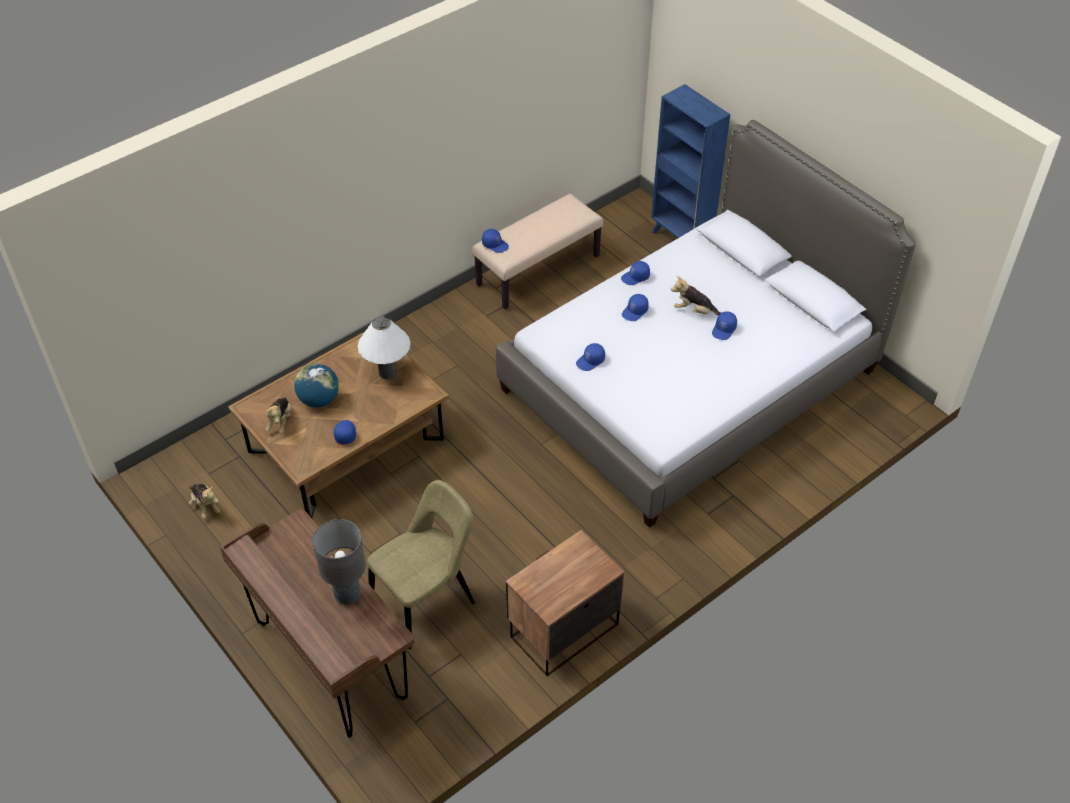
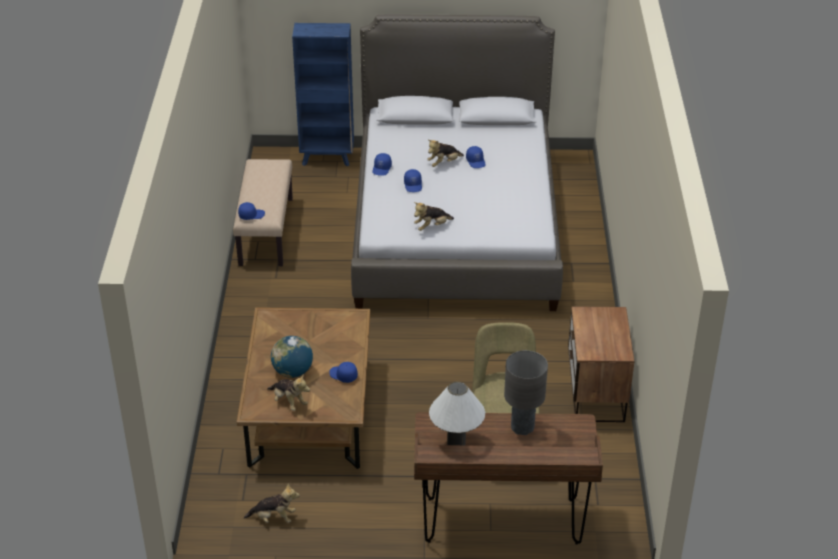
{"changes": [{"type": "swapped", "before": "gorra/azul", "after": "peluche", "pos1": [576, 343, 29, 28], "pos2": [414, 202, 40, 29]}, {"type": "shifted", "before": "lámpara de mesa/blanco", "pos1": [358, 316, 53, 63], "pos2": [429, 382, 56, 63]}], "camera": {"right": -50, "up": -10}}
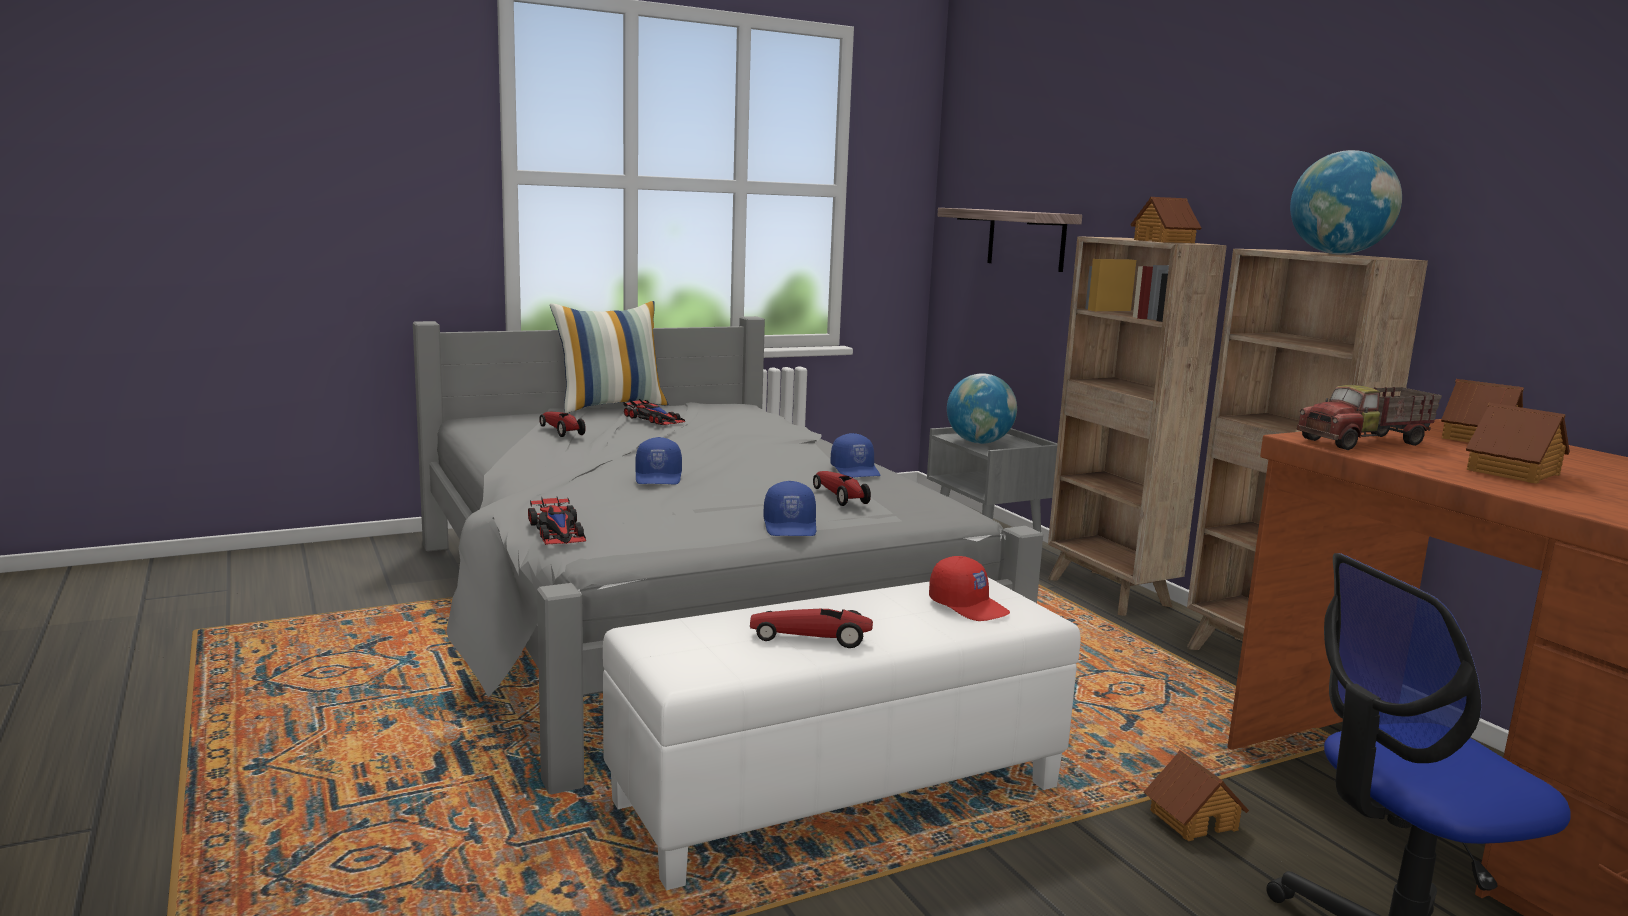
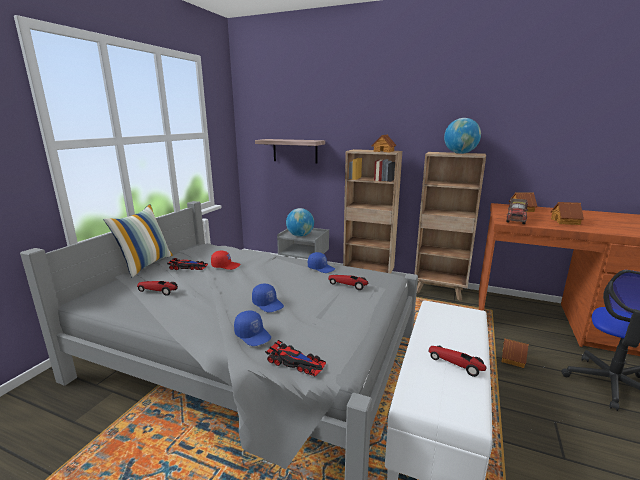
{"changes": [{"type": "shifted", "before": "gorra/rojo", "pos1": [929, 556, 81, 65], "pos2": [211, 250, 30, 20]}, {"type": "shifted", "before": "gorra/azul", "pos1": [764, 481, 52, 55], "pos2": [234, 311, 37, 35]}, {"type": "rotated", "before": "coche de juguete", "pos1": [750, 609, 123, 39], "pos2": [429, 346, 58, 31], "turn": 75}], "camera": {"right": -40, "up": 5}}
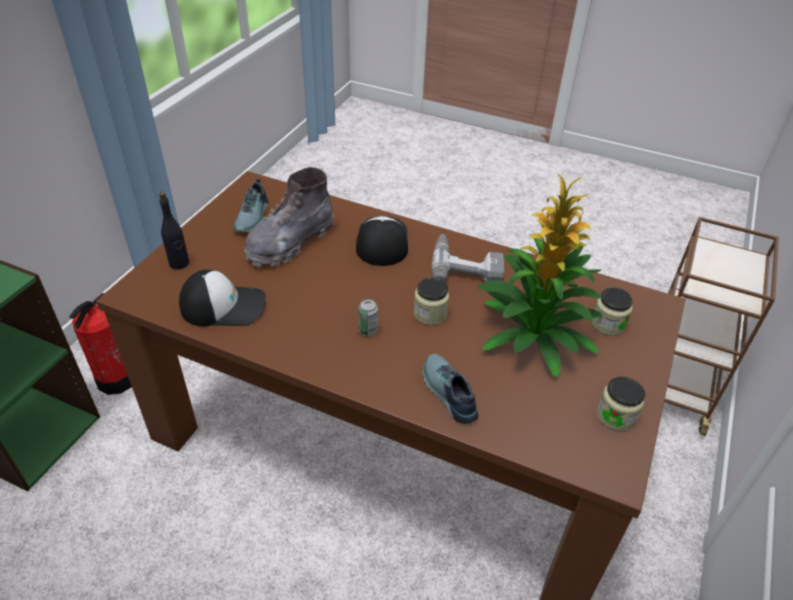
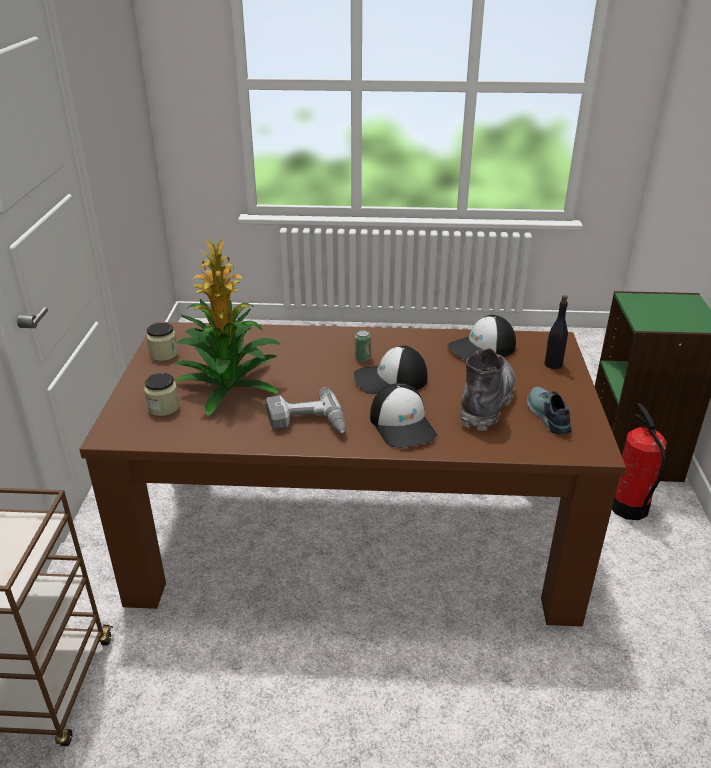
{"changes": [{"type": "new", "after": "gorra", "pos2": [354, 345, 73, 49]}, {"type": "gone", "before": "tarro", "pos1": [414, 277, 35, 48]}, {"type": "gone", "before": "zapato", "pos1": [423, 354, 55, 70]}], "camera": {"right": 160, "up": -10}}
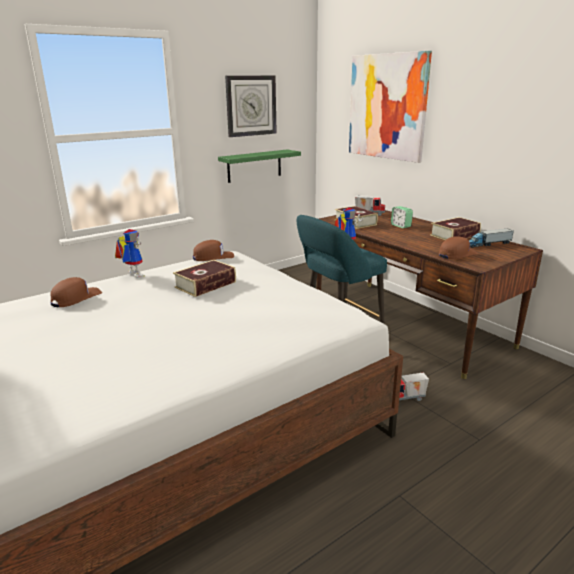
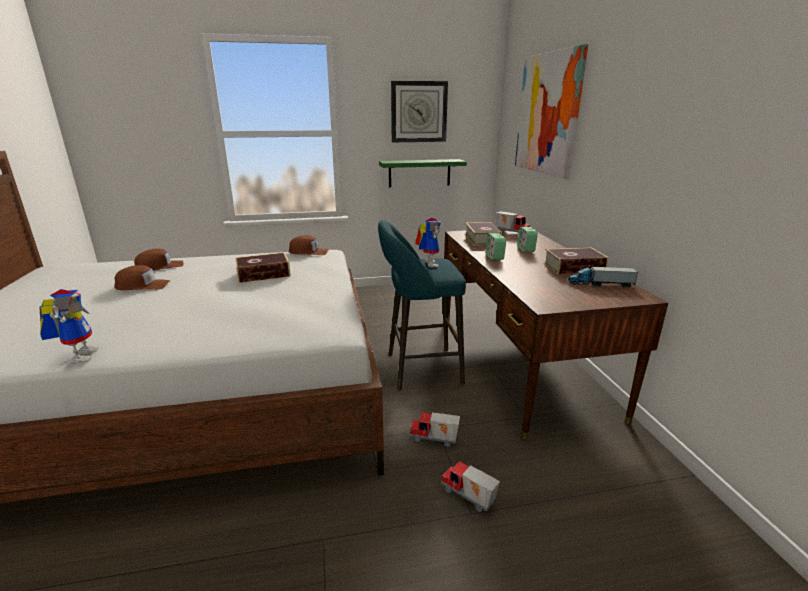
{"changes": [{"type": "shifted", "before": "robot de juguete", "pos1": [115, 229, 30, 49], "pos2": [39, 289, 60, 75]}, {"type": "shifted", "before": "gorra/marrón", "pos1": [439, 236, 39, 23], "pos2": [115, 265, 55, 25]}, {"type": "new", "after": "camión de juguete", "pos2": [441, 461, 59, 51]}, {"type": "new", "after": "despertador", "pos2": [485, 233, 21, 27]}], "camera": {"right": 25, "up": 0}}
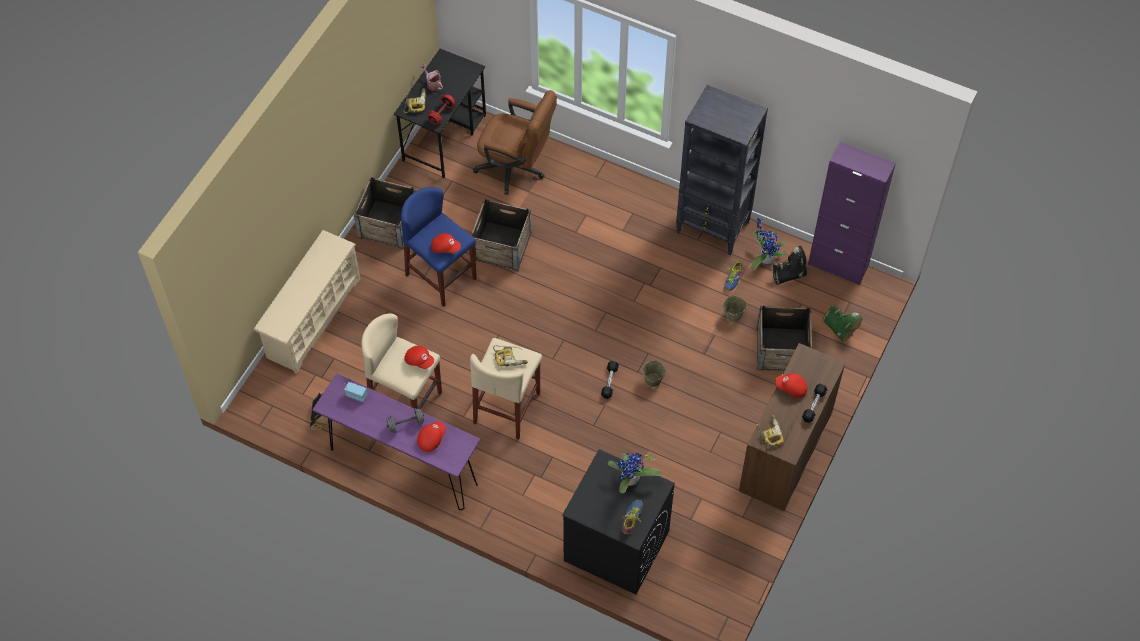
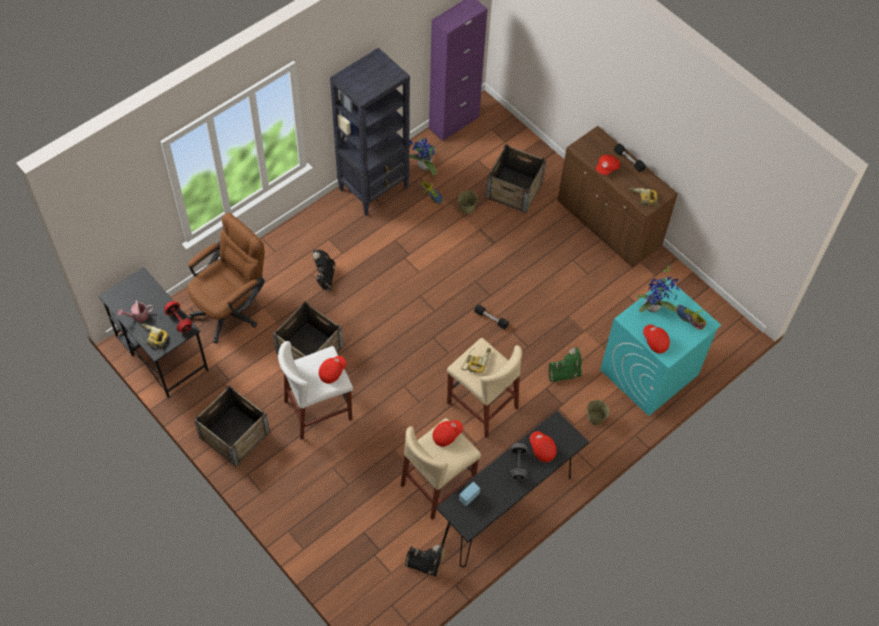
{"changes": [{"type": "repainted", "before": "taburete/azul", "after": "taburete/blanco", "pos1": [401, 187, 76, 120], "pos2": [278, 341, 75, 99]}, {"type": "shifted", "before": "bota/negro", "pos1": [773, 246, 34, 39], "pos2": [312, 249, 23, 42]}, {"type": "repainted", "before": "mesa consola/morado", "after": "mesa consola/negro", "pos1": [312, 373, 169, 137], "pos2": [436, 411, 153, 156]}, {"type": "shifted", "before": "bota/verde", "pos1": [823, 305, 39, 36], "pos2": [548, 347, 34, 36]}, {"type": "shifted", "before": "cubo/beis", "pos1": [643, 360, 22, 27], "pos2": [587, 400, 22, 25]}, {"type": "repainted", "before": "lavadora/negro", "after": "lavadora/turquesa", "pos1": [562, 449, 113, 146], "pos2": [600, 277, 121, 139]}, {"type": "new", "after": "gorra/rojo", "pos2": [643, 325, 27, 29]}, {"type": "gone", "before": "zapatero/beis", "pos1": [254, 230, 106, 144]}], "camera": {"right": -70, "up": 0}}
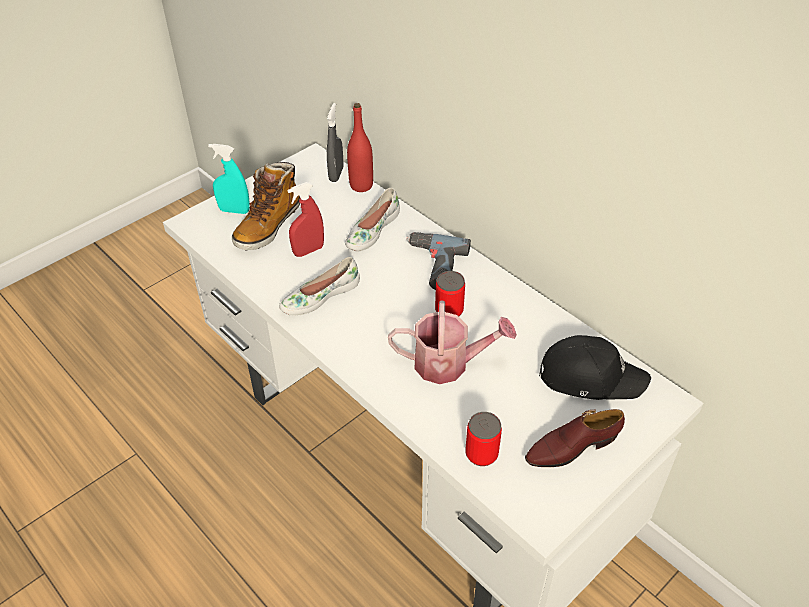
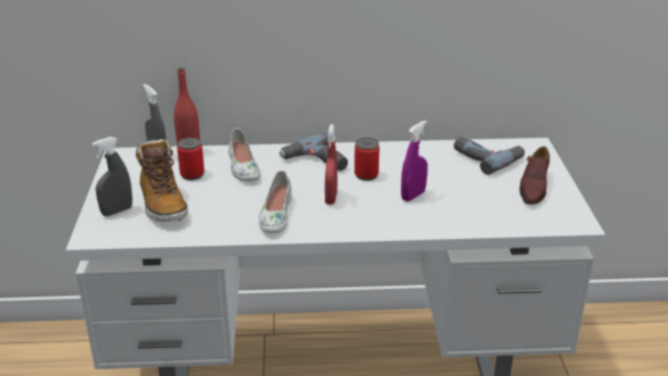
{"changes": [{"type": "repainted", "before": "pulverizador/turquesa", "after": "pulverizador/gris", "pos1": [208, 144, 42, 70], "pos2": [92, 137, 40, 79]}, {"type": "shifted", "before": "lata", "pos1": [465, 412, 37, 54], "pos2": [177, 137, 27, 43]}, {"type": "shifted", "before": "pulverizador/rojo", "pos1": [287, 182, 37, 75], "pos2": [325, 124, 12, 81]}, {"type": "swapped", "before": "regadera", "after": "pulverizador/morado", "pos1": [388, 301, 129, 83], "pos2": [401, 120, 27, 82]}, {"type": "swapped", "before": "gorra/negro", "after": "taladro", "pos1": [539, 335, 112, 65], "pos2": [454, 137, 71, 38]}], "camera": {"right": -50, "up": -15}}
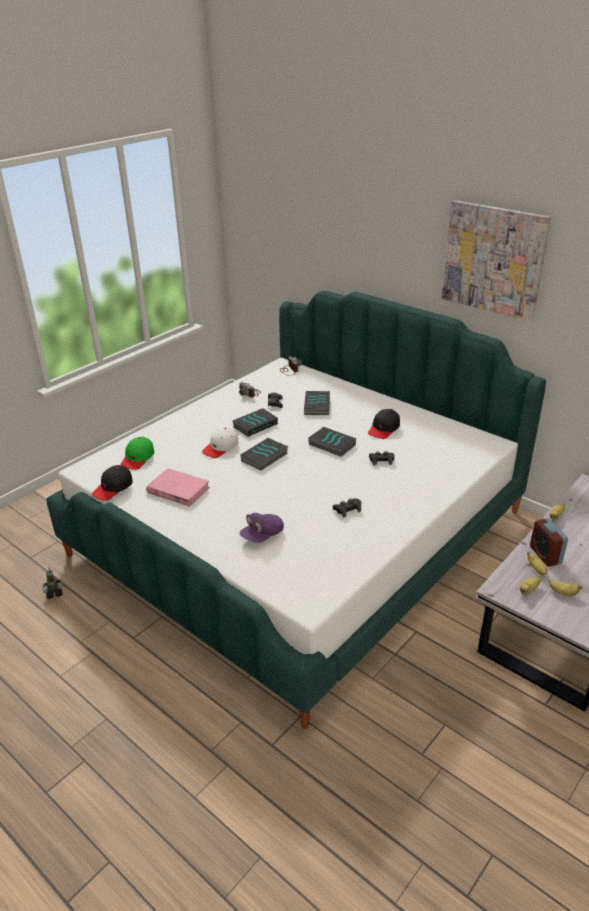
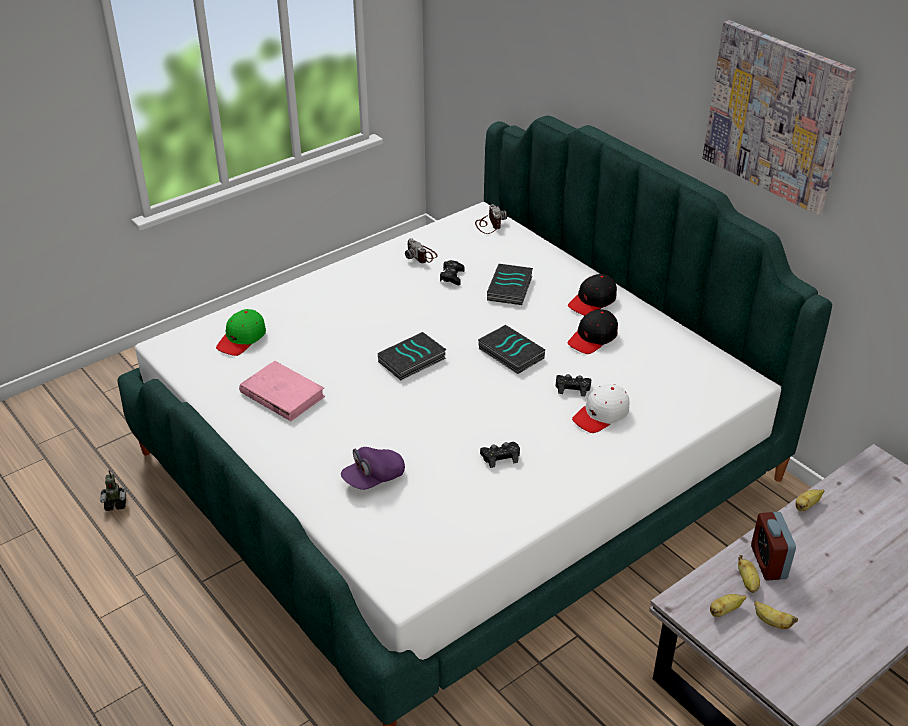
{"changes": [{"type": "shifted", "before": "gorra/negro", "pos1": [92, 465, 41, 36], "pos2": [568, 274, 49, 42]}, {"type": "shifted", "before": "gorra/blanco", "pos1": [202, 427, 37, 31], "pos2": [572, 384, 57, 49]}, {"type": "gone", "before": "libro", "pos1": [232, 408, 46, 29]}], "camera": {"right": 10, "up": 5}}
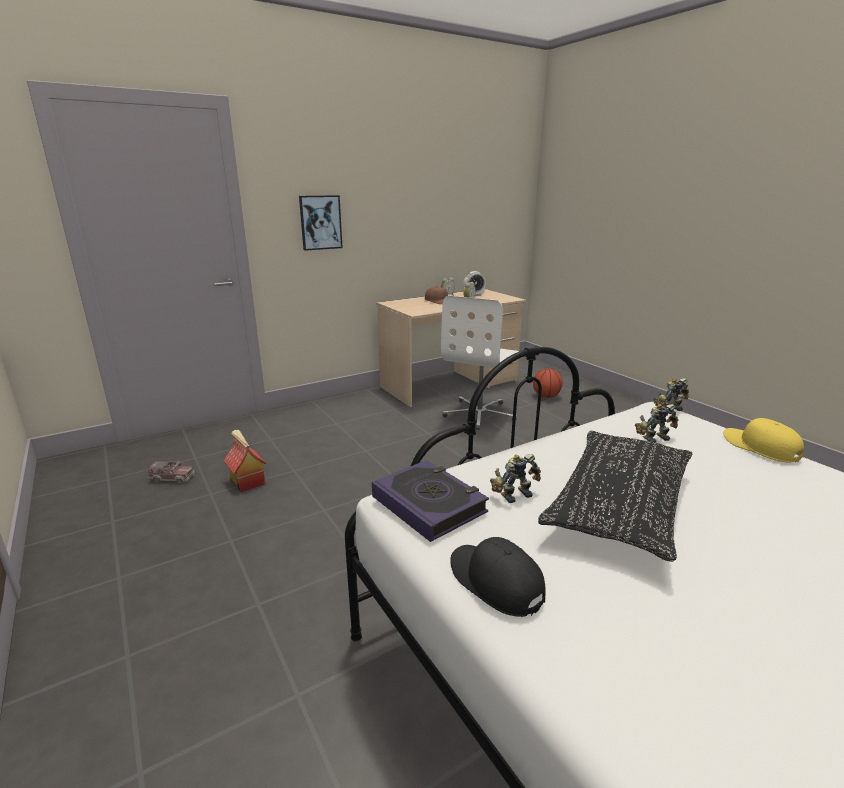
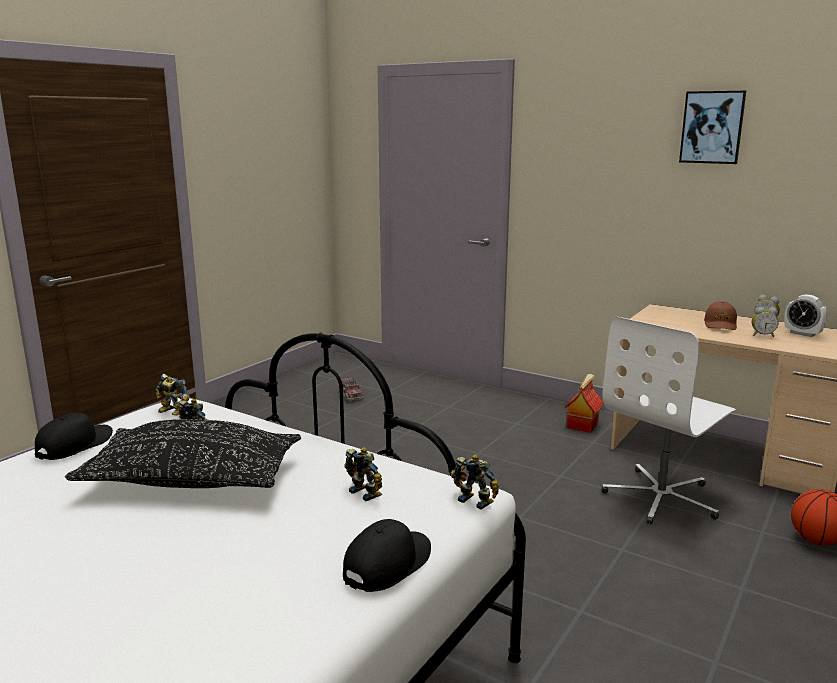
{"changes": [{"type": "swapped", "before": "libro", "after": "robot de juguete", "pos1": [372, 460, 117, 82], "pos2": [155, 374, 35, 42]}, {"type": "repainted", "before": "gorra/amarillo", "after": "gorra/negro", "pos1": [723, 418, 81, 45], "pos2": [343, 519, 88, 73]}, {"type": "shifted", "before": "casita", "pos1": [224, 430, 43, 62], "pos2": [564, 374, 40, 59]}, {"type": "rotated", "before": "silla de oficina/blanco", "pos1": [441, 295, 78, 135], "pos2": [602, 317, 134, 207], "turn": -45}, {"type": "shifted", "before": "cuadro", "pos1": [299, 195, 44, 56], "pos2": [679, 90, 67, 74]}], "camera": {"right": 65, "up": -5}}
